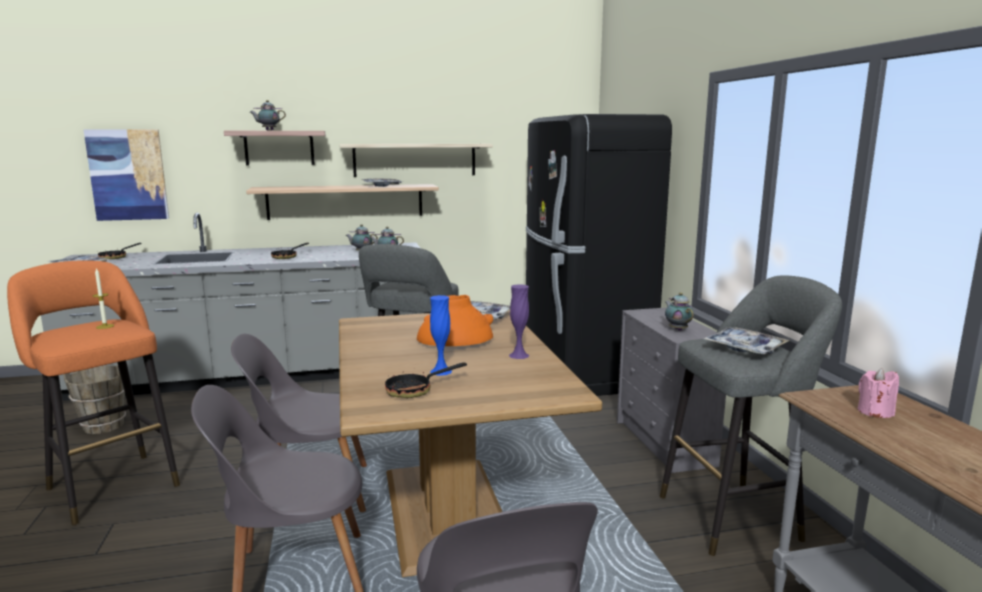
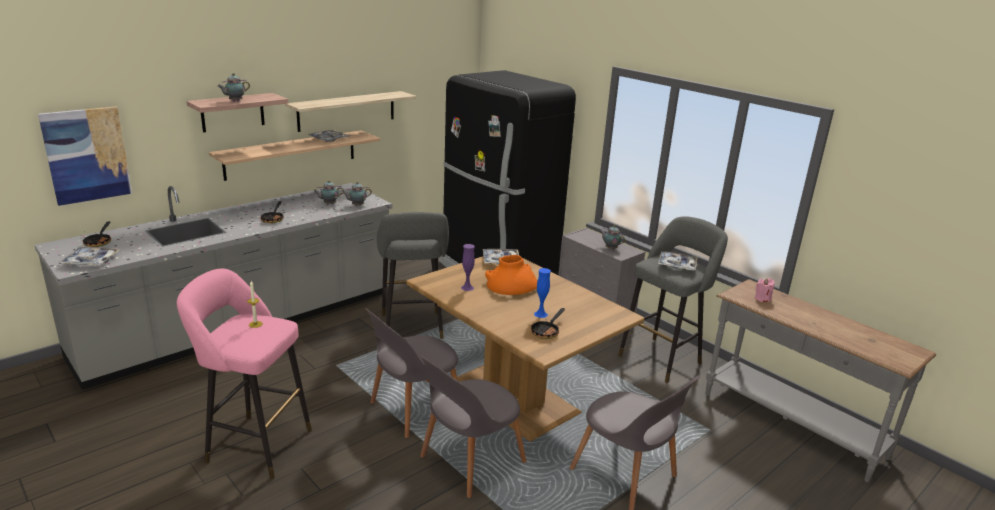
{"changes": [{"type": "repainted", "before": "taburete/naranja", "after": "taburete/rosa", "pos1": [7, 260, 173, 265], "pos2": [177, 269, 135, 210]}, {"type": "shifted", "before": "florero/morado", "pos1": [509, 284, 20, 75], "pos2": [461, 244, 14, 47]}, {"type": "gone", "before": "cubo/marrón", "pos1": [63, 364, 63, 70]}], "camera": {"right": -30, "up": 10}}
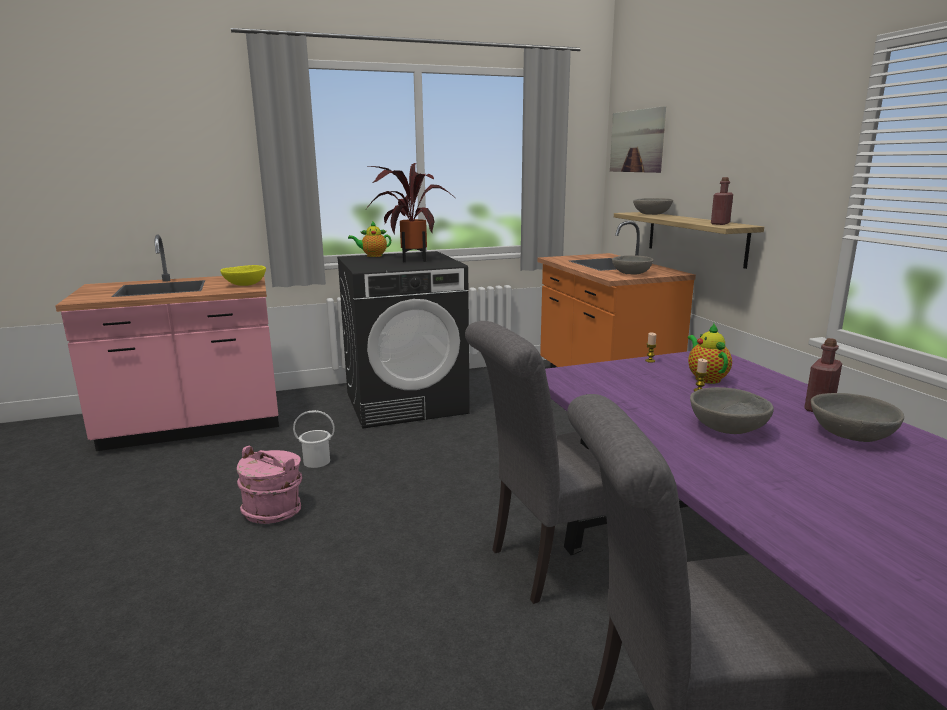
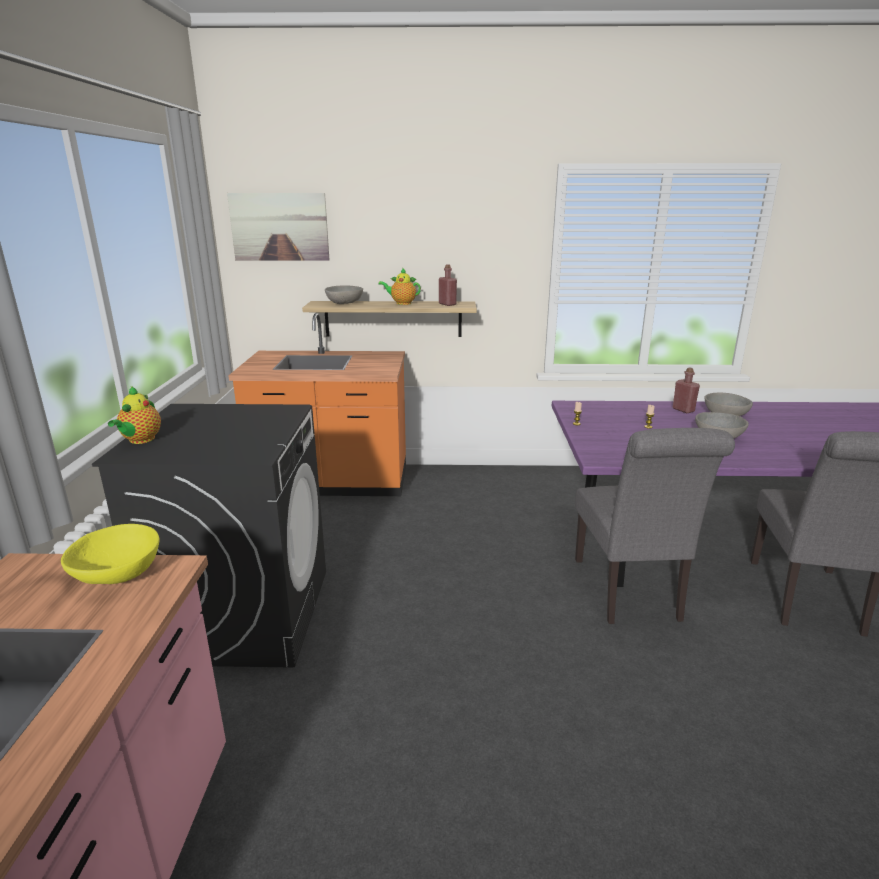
{"changes": [{"type": "shifted", "before": "tetera", "pos1": [688, 323, 44, 61], "pos2": [378, 268, 43, 37]}, {"type": "gone", "before": "cubo/rosa", "pos1": [237, 446, 66, 78]}, {"type": "gone", "before": "cubo/blanco", "pos1": [293, 410, 42, 58]}, {"type": "gone", "before": "planta en maceta", "pos1": [366, 163, 88, 99]}, {"type": "gone", "before": "cuenco/gris", "pos1": [612, 256, 42, 18]}], "camera": {"right": -70, "up": 5}}
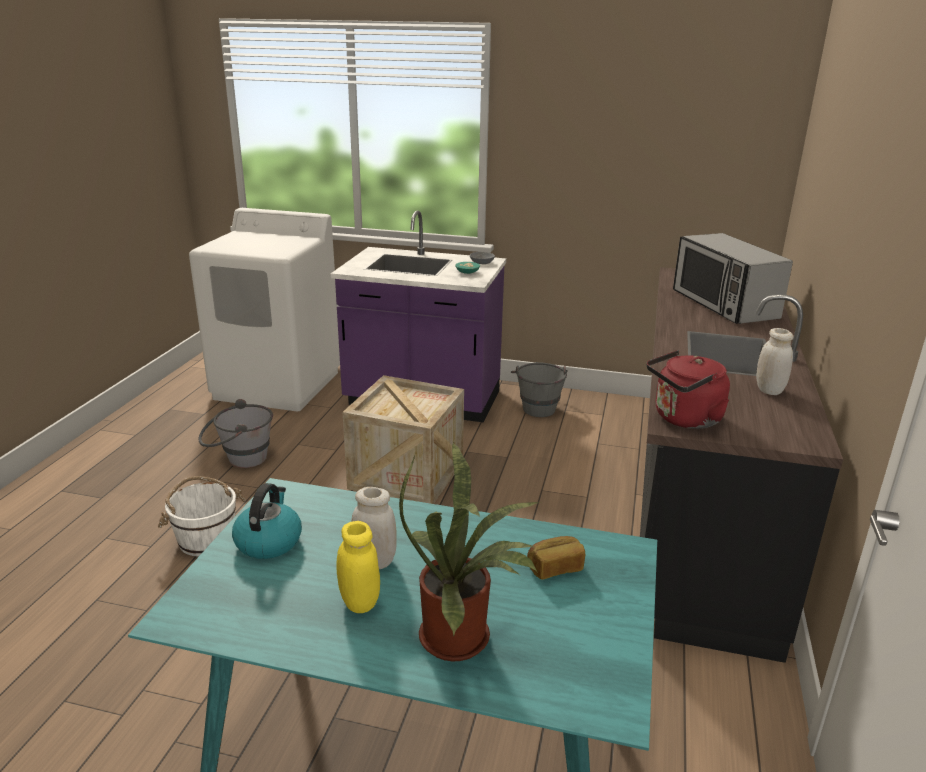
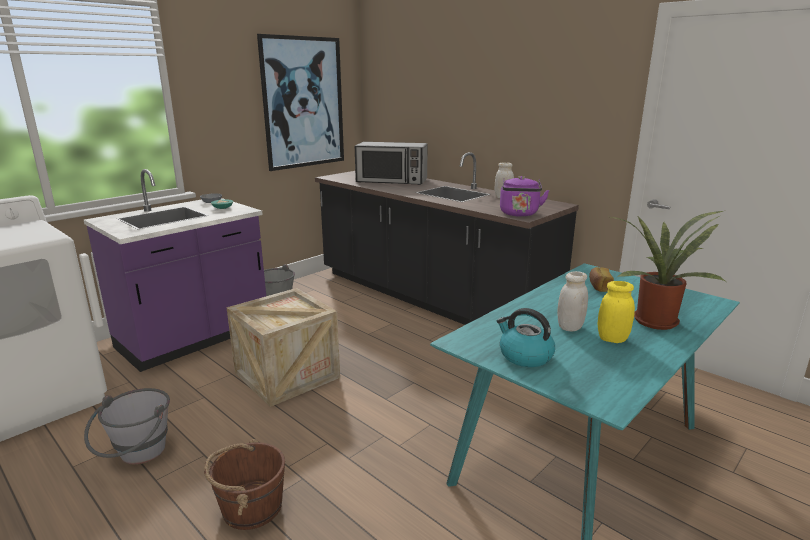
{"changes": [{"type": "repainted", "before": "cubo/blanco", "after": "cubo/marrón", "pos1": [158, 476, 88, 80], "pos2": [204, 439, 81, 91]}, {"type": "new", "after": "cuadro", "pos2": [257, 34, 87, 137]}, {"type": "repainted", "before": "hervidor/rojo", "after": "hervidor/morado", "pos1": [647, 350, 83, 79], "pos2": [500, 176, 50, 41]}], "camera": {"right": -60, "up": -5}}
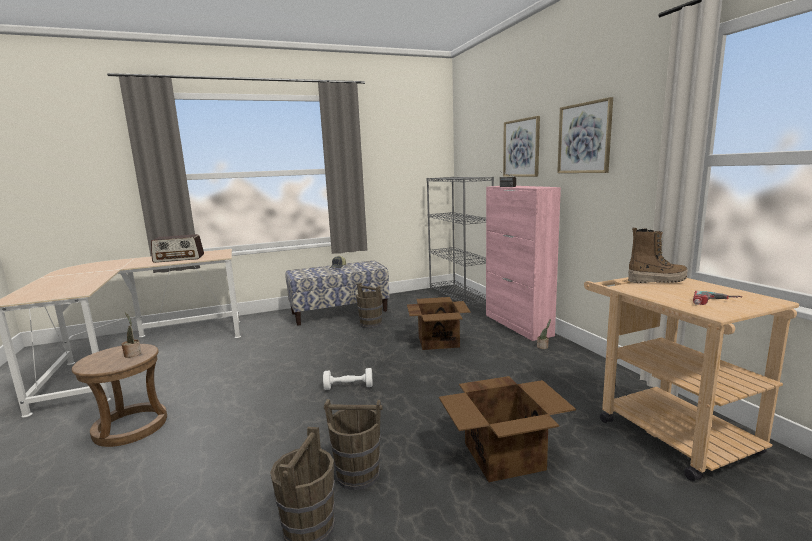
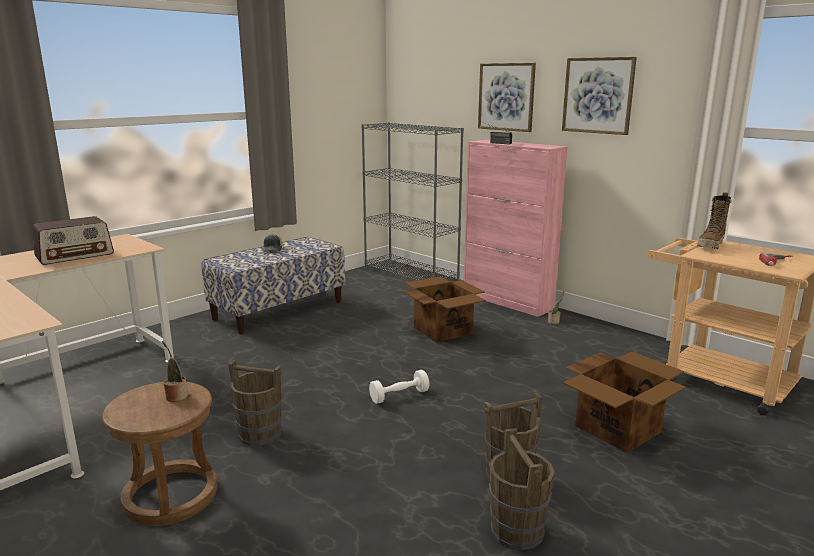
{"changes": [{"type": "shifted", "before": "cubo/marrón", "pos1": [356, 283, 27, 45], "pos2": [228, 360, 54, 86]}, {"type": "rotated", "before": "bota", "pos1": [628, 228, 60, 55], "pos2": [697, 192, 35, 57], "turn": 150}], "camera": {"right": -25, "up": 5}}
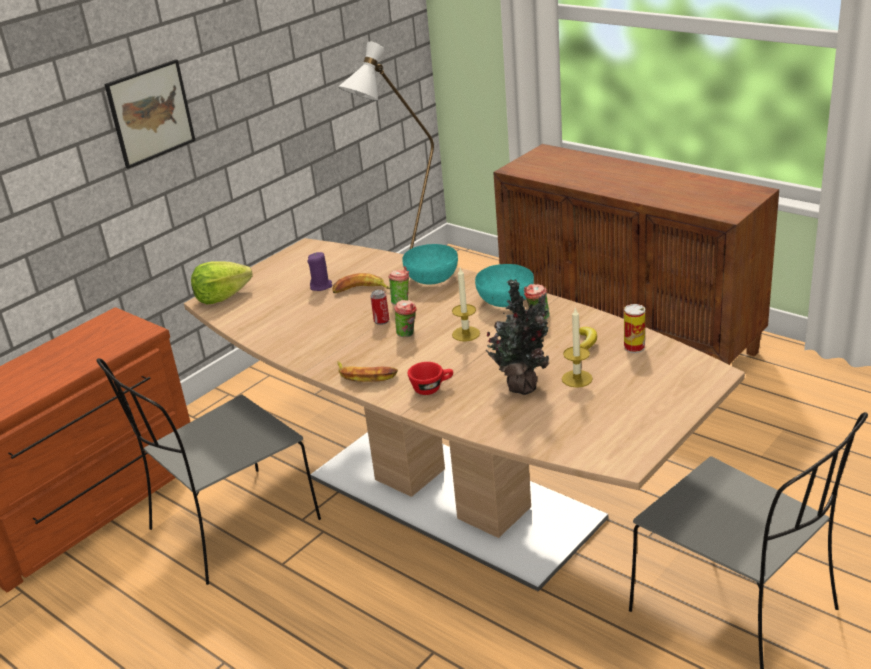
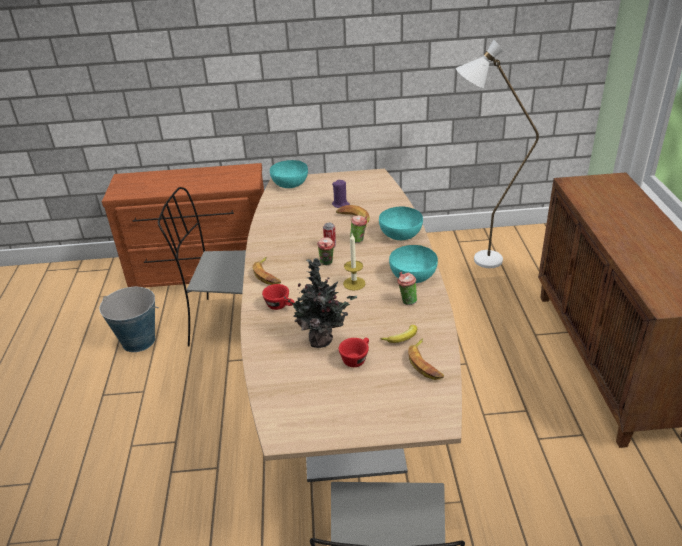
{"changes": [{"type": "new", "after": "cubo", "pos2": [99, 287, 60, 65]}, {"type": "swapped", "before": "lechuga", "after": "cuenco/turquesa", "pos1": [191, 261, 62, 43], "pos2": [270, 160, 38, 28]}, {"type": "swapped", "before": "vela", "after": "taza/rojo", "pos1": [562, 307, 31, 81], "pos2": [339, 338, 30, 29]}, {"type": "swapped", "before": "lata", "after": "plátano", "pos1": [624, 304, 21, 49], "pos2": [408, 338, 36, 42]}, {"type": "gone", "before": "cuadro", "pos1": [105, 59, 91, 110]}], "camera": {"right": 45, "up": 5}}
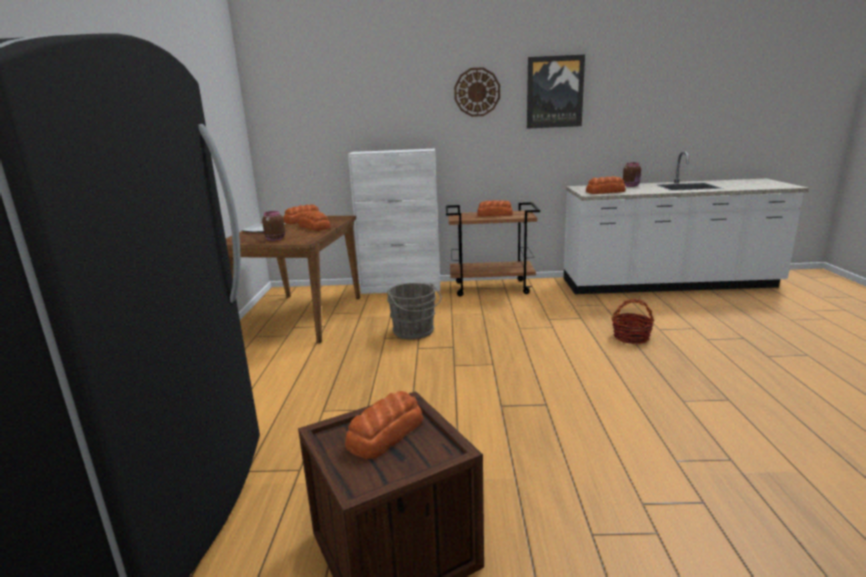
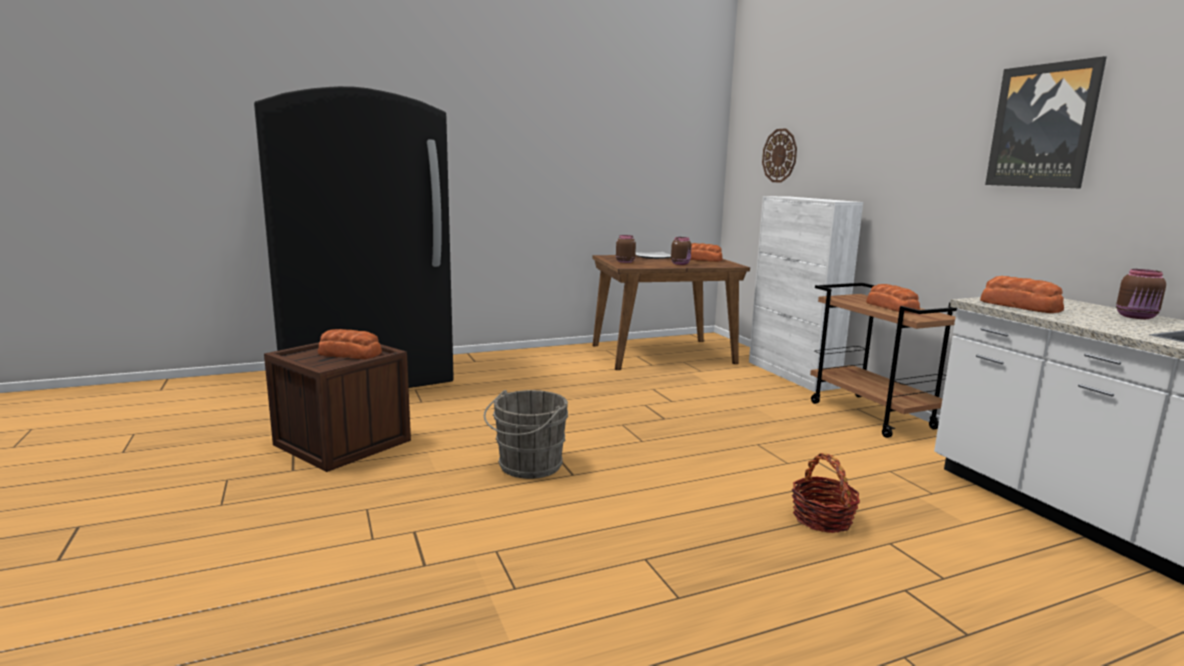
{"changes": [{"type": "shifted", "before": "cubo/gris", "pos1": [387, 283, 55, 57], "pos2": [484, 390, 84, 89]}, {"type": "swapped", "before": "pan", "after": "tarro/marrón", "pos1": [299, 210, 32, 21], "pos2": [671, 237, 21, 28]}, {"type": "shifted", "before": "reloj de pared", "pos1": [454, 67, 46, 50], "pos2": [762, 128, 35, 55]}], "camera": {"right": 65, "up": -5}}
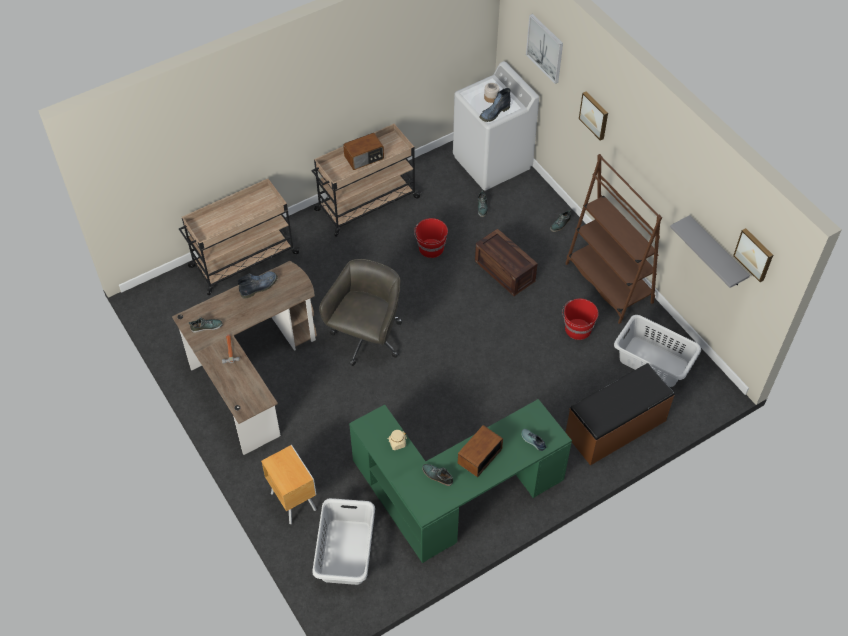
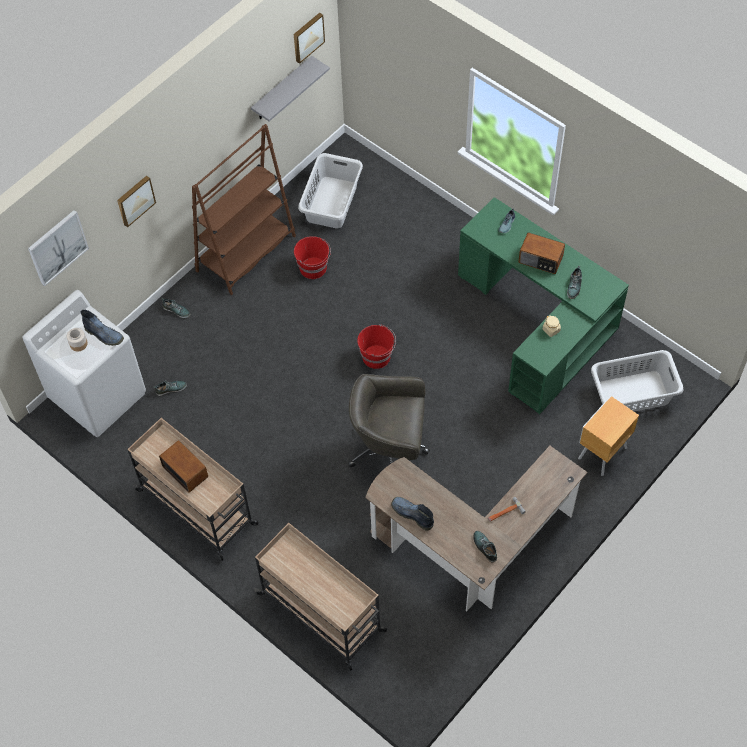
{"changes": [{"type": "shifted", "before": "cubo/rojo", "pos1": [414, 218, 34, 40], "pos2": [357, 324, 39, 45]}, {"type": "gone", "before": "caja de embalaje", "pos1": [475, 229, 63, 67]}, {"type": "gone", "before": "banco/marrón", "pos1": [566, 363, 109, 102]}], "camera": {"right": -105, "up": 5}}
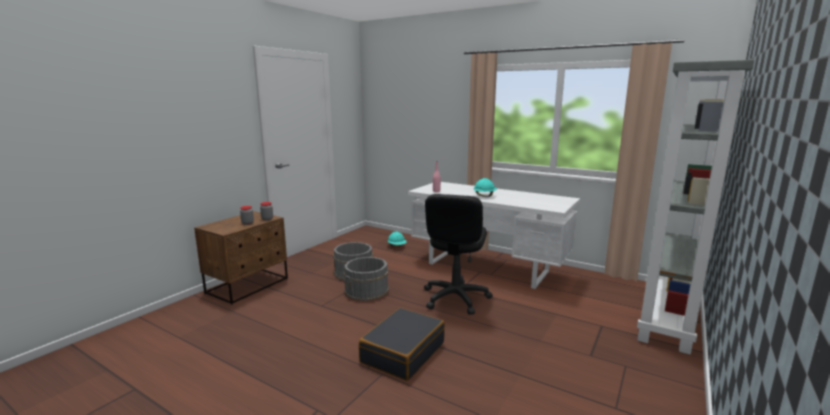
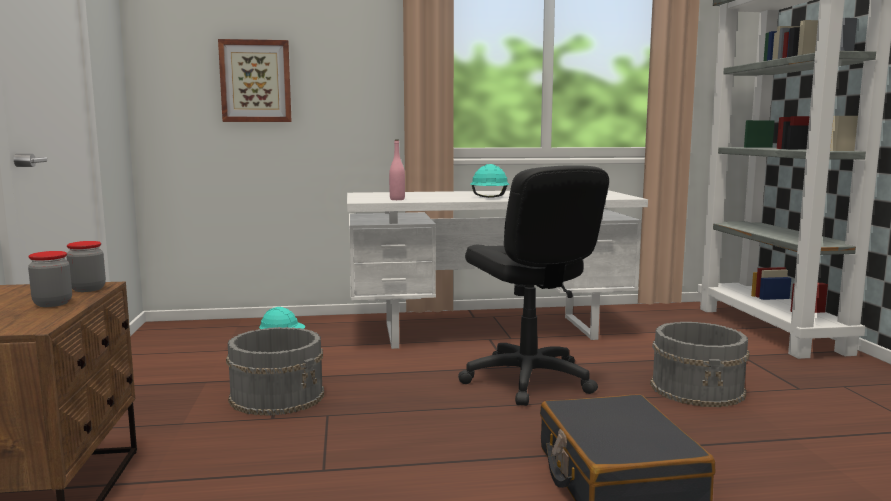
{"changes": [{"type": "new", "after": "cuadro", "pos2": [218, 39, 74, 83]}, {"type": "shifted", "before": "cubo/gris", "pos1": [343, 257, 46, 44], "pos2": [650, 322, 99, 85]}], "camera": {"right": -40, "up": -5}}
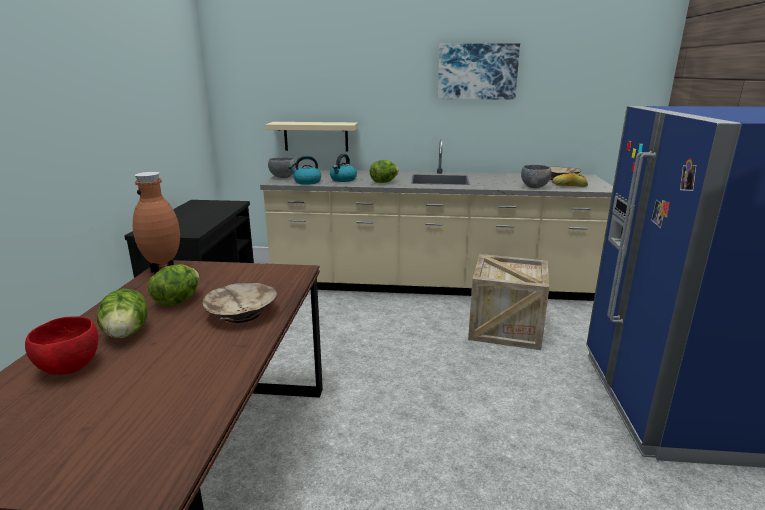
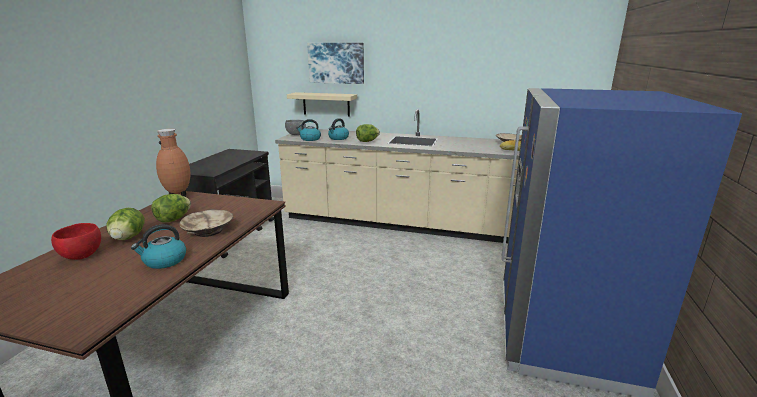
{"changes": [{"type": "new", "after": "hervidor", "pos2": [131, 224, 55, 45]}, {"type": "shifted", "before": "cuadro", "pos1": [438, 43, 82, 56], "pos2": [307, 43, 57, 41]}, {"type": "gone", "before": "caja de embalaje", "pos1": [468, 254, 81, 96]}, {"type": "gone", "before": "cuenco/gris", "pos1": [521, 165, 30, 23]}], "camera": {"right": 10, "up": 0}}
